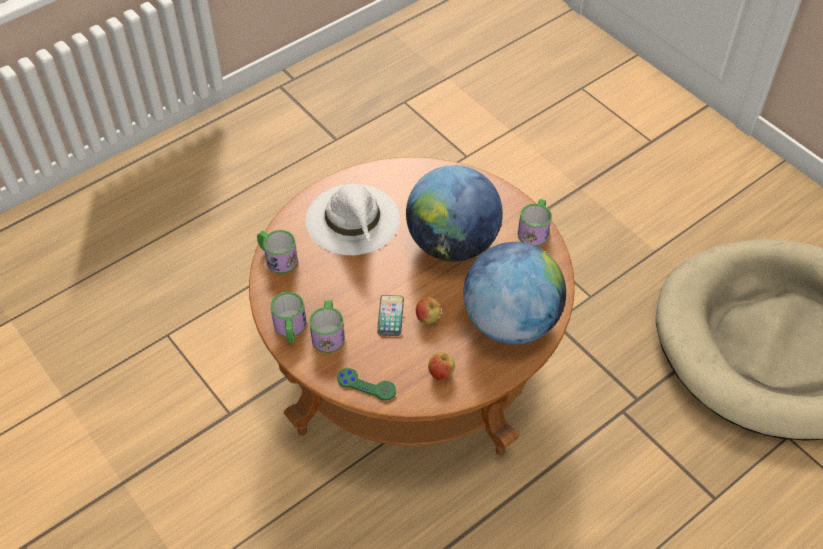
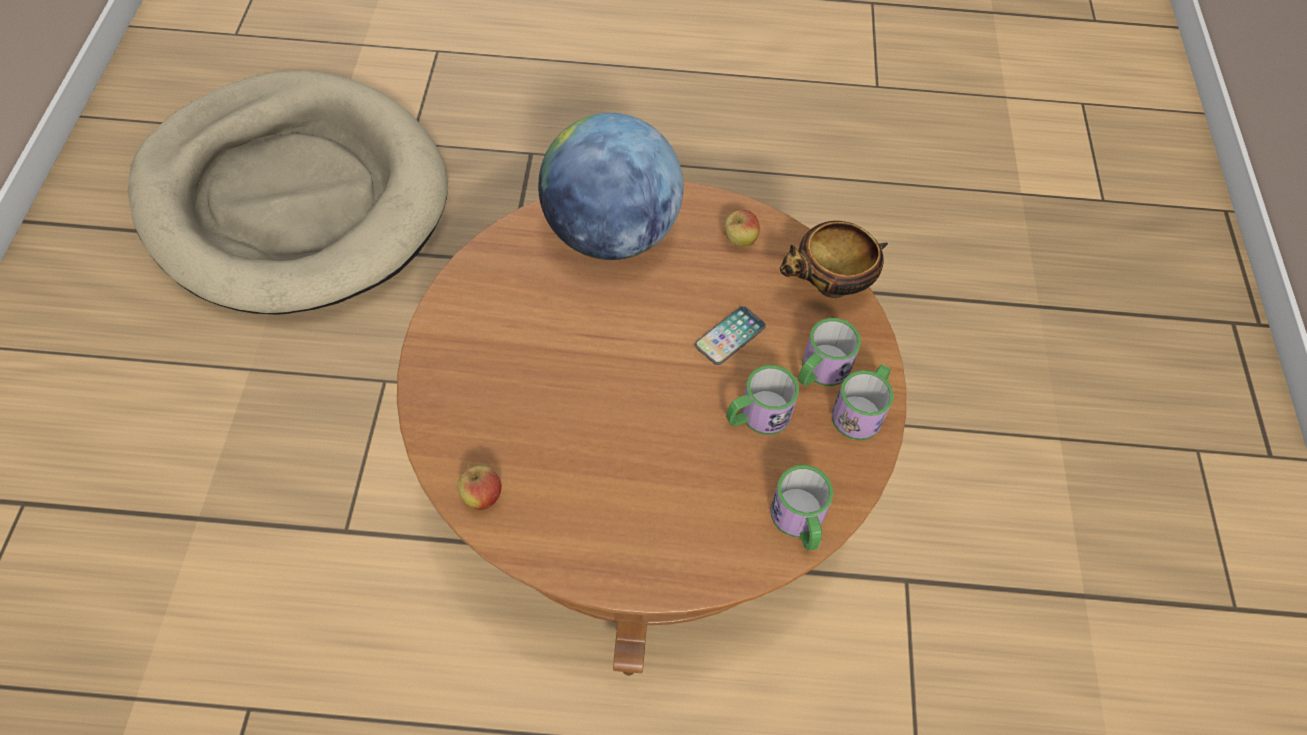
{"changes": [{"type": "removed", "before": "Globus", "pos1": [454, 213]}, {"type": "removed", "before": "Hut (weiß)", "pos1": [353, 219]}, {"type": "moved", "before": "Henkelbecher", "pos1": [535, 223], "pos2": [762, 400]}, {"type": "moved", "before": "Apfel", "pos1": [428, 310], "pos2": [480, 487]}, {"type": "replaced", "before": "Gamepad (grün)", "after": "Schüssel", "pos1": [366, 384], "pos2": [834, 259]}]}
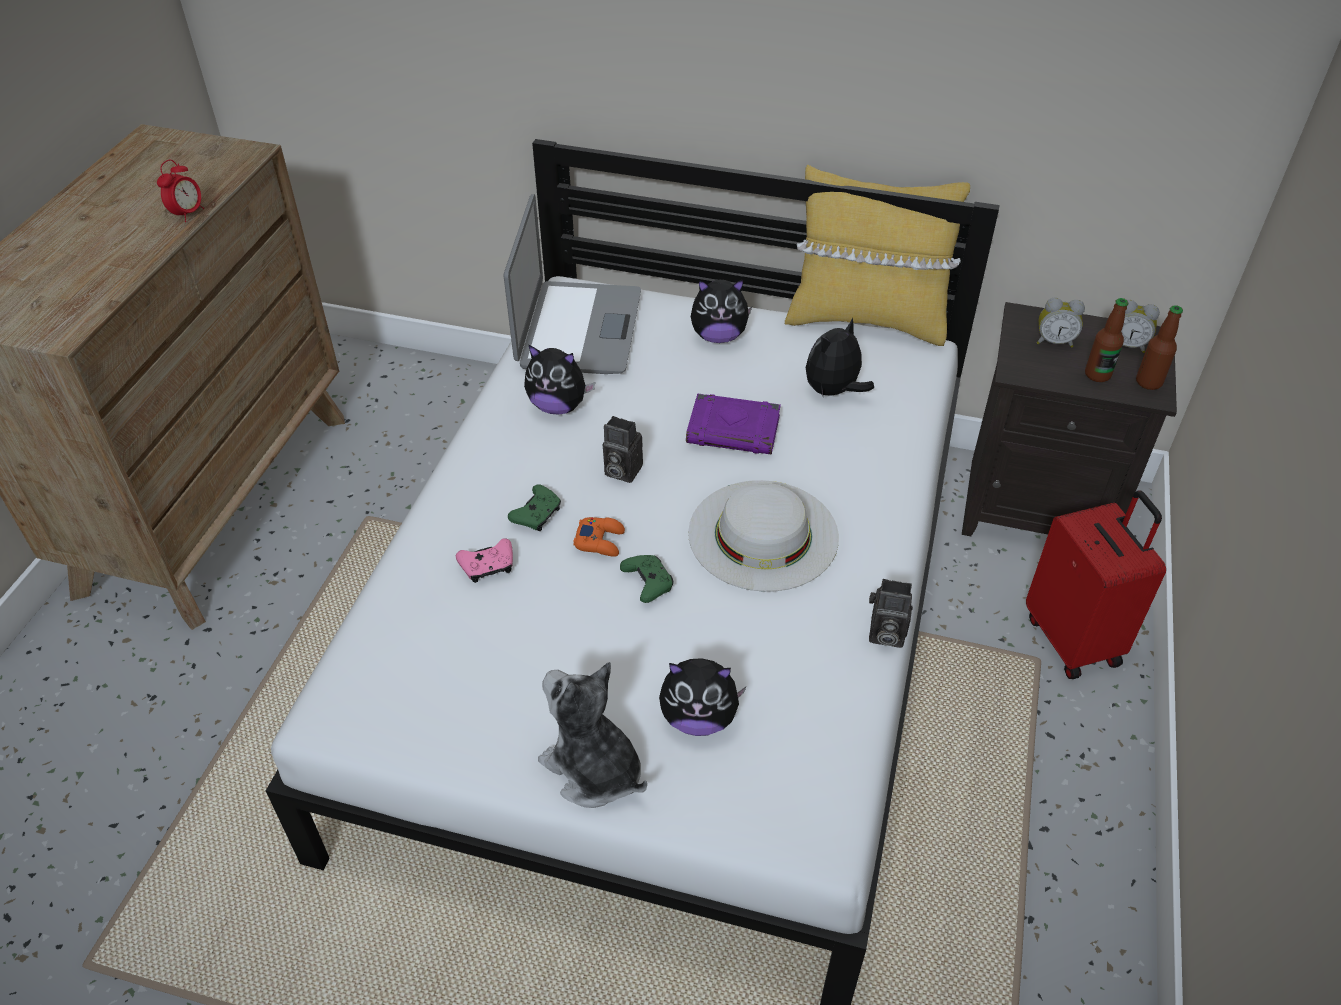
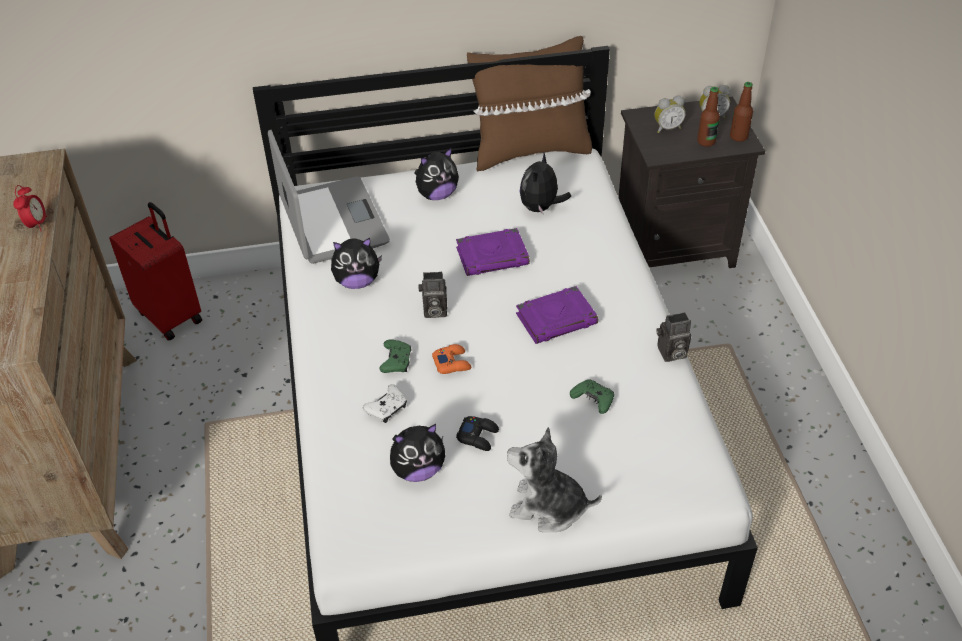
{"changes": [{"type": "recoloured", "before": "Kissen (gelb)", "after": "Kissen (braun)", "pos1": [877, 255], "pos2": [529, 104]}, {"type": "replaced", "before": "Hut (weiß)", "after": "Buch (lila)", "pos1": [763, 536], "pos2": [557, 315]}, {"type": "moved", "before": "Koffer (rot)", "pos1": [1096, 584], "pos2": [155, 271]}, {"type": "recoloured", "before": "Gamepad (rosa)", "after": "Gamepad (weiß)", "pos1": [484, 560], "pos2": [385, 403]}, {"type": "moved", "before": "Gamepad (grün)", "pos1": [646, 579], "pos2": [592, 396]}, {"type": "moved", "before": "Plüschtier", "pos1": [703, 697], "pos2": [417, 453]}, {"type": "added", "after": "Gamepad (schwarz)", "pos2": [477, 433]}]}
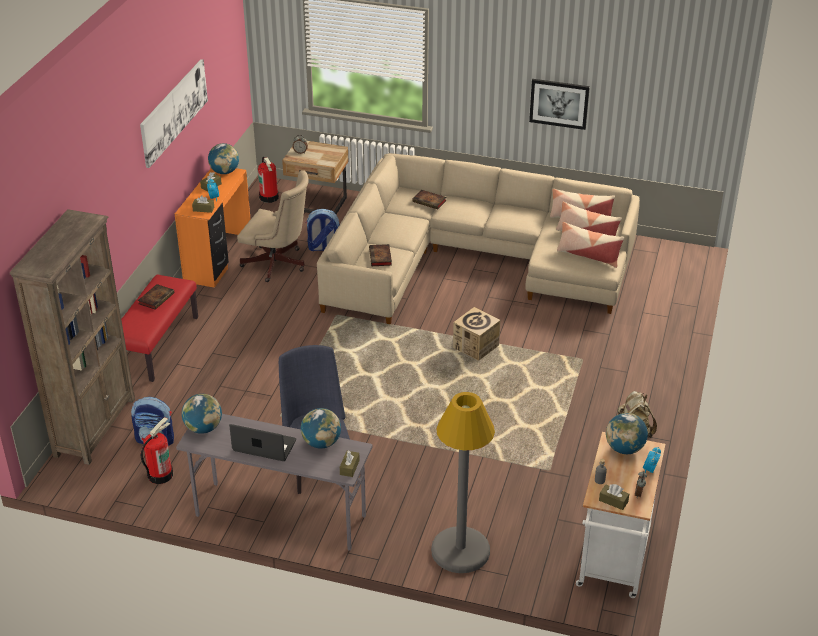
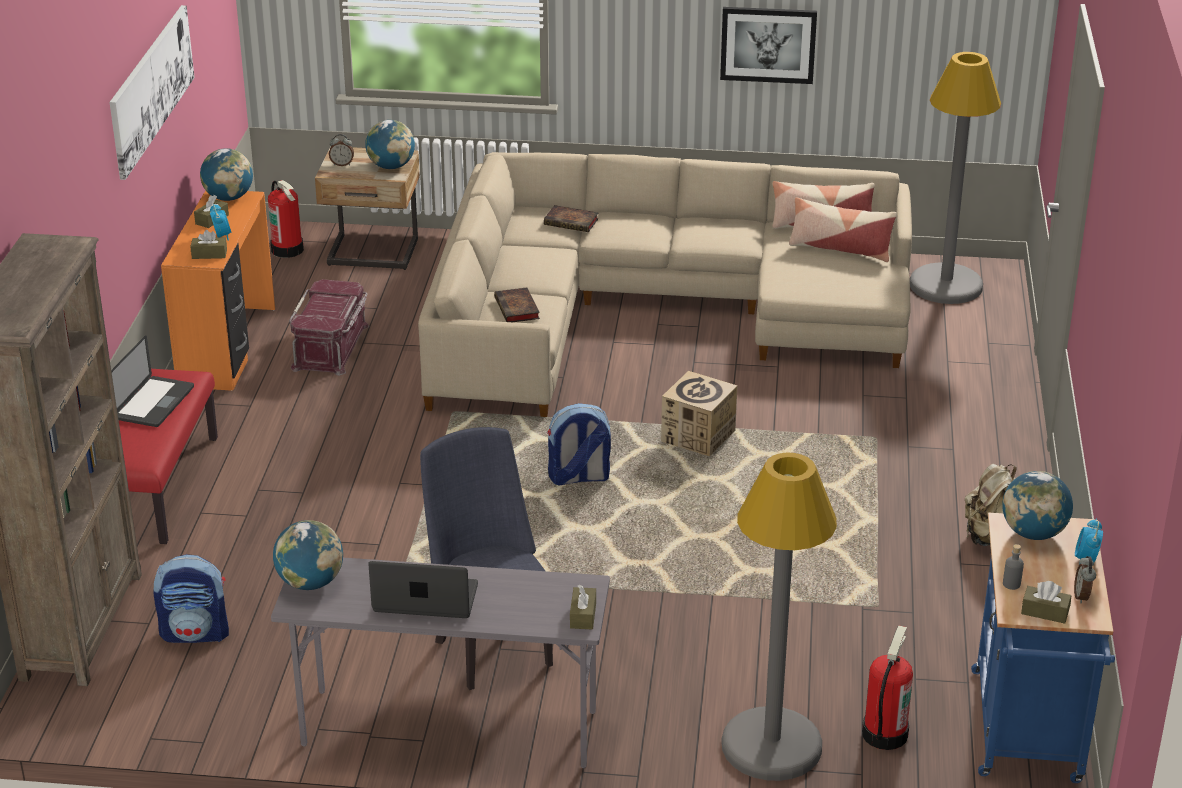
{"changes": [{"type": "replaced", "before": "Bürostuhl (beige)", "after": "Aufbewahrungsbox (rot)", "pos1": [273, 226], "pos2": [329, 327]}, {"type": "moved", "before": "Rucksack", "pos1": [323, 230], "pos2": [579, 444]}, {"type": "removed", "before": "Kissen", "pos1": [590, 245]}, {"type": "replaced", "before": "Buch", "after": "Laptop", "pos1": [156, 297], "pos2": [152, 381]}, {"type": "moved", "before": "Globus", "pos1": [321, 428], "pos2": [390, 144]}, {"type": "moved", "before": "Feuerlöscher", "pos1": [157, 450], "pos2": [887, 687]}, {"type": "recoloured", "before": "Rollwagen (weiß)", "after": "Rollwagen (blau)", "pos1": [620, 515], "pos2": [1043, 647]}, {"type": "added", "after": "Stehlampe (grau)", "pos2": [955, 178]}]}
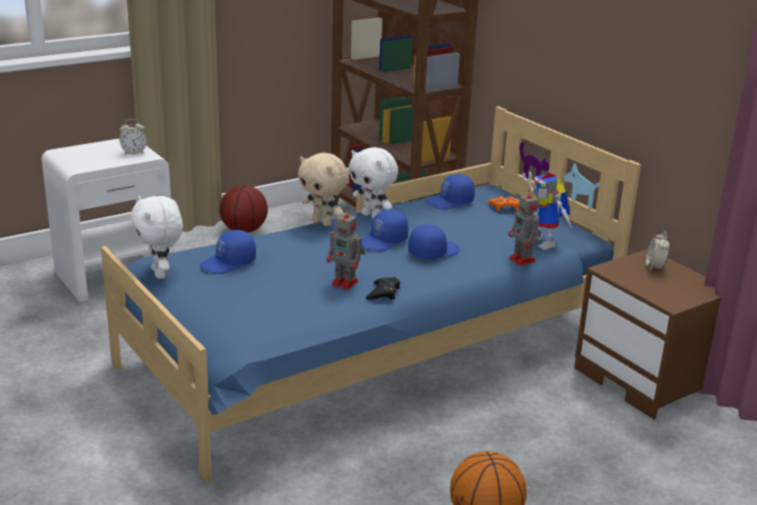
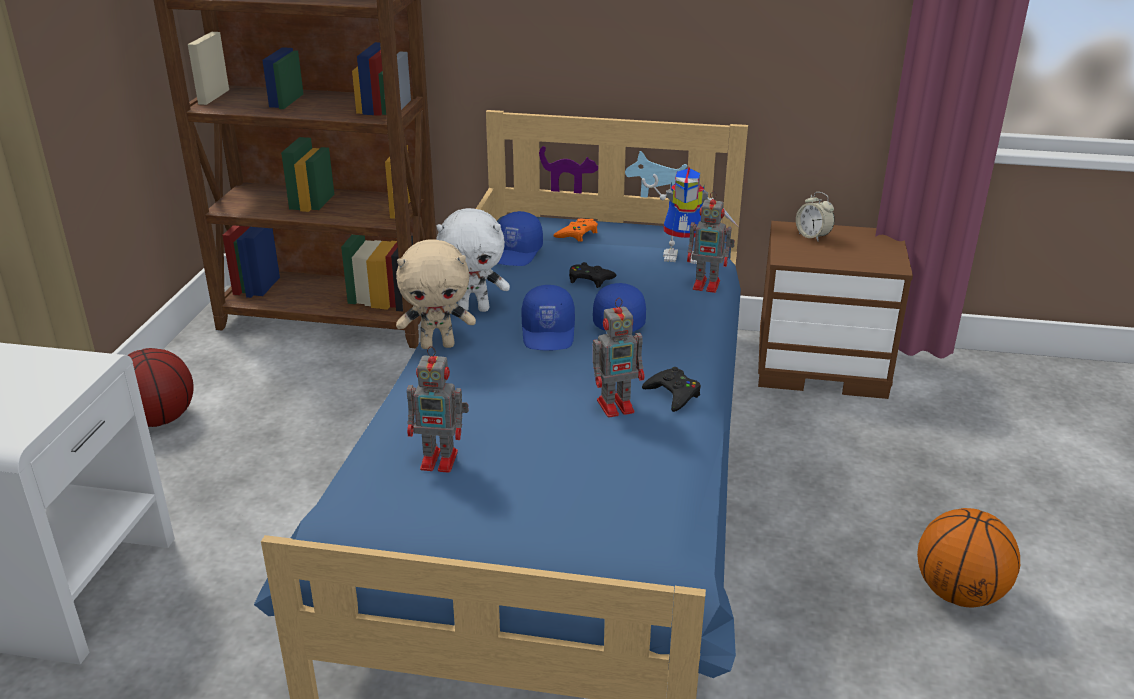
{"changes": [{"type": "removed", "before": "Wecker", "pos1": [133, 137]}, {"type": "removed", "before": "Plüschtier (weiß)", "pos1": [157, 237]}, {"type": "replaced", "before": "Kappe (blau)", "after": "Spielzeugroboter", "pos1": [228, 252], "pos2": [438, 409]}, {"type": "added", "after": "Gamepad (schwarz)", "pos2": [593, 275]}]}
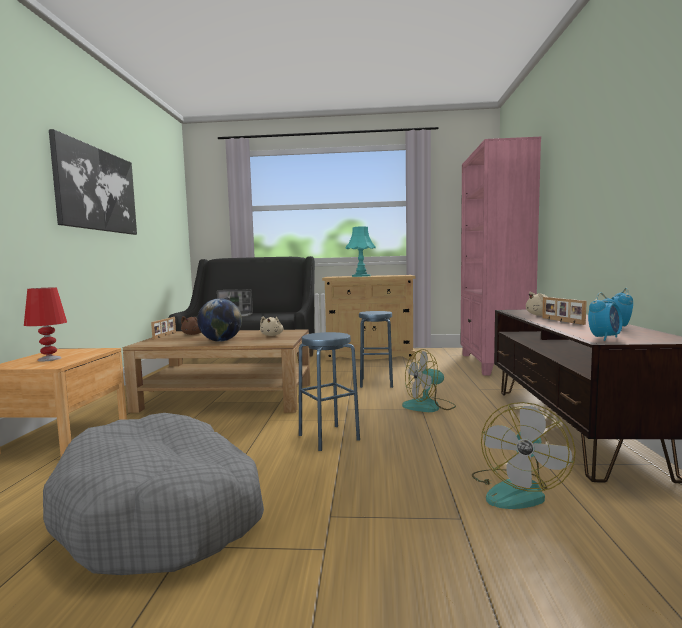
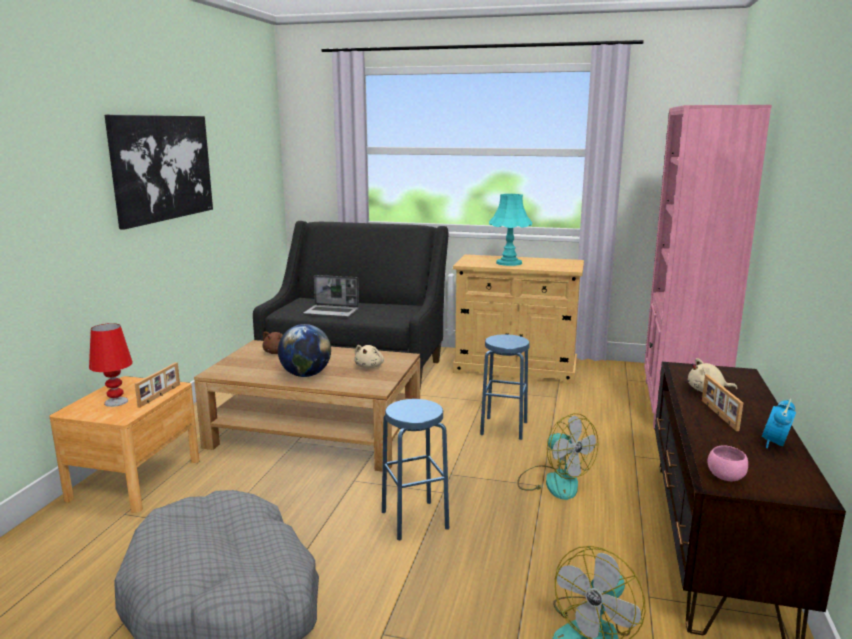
{"changes": [{"type": "replaced", "before": "Wecker", "after": "Schüssel (rosa)", "pos1": [605, 317], "pos2": [728, 463]}, {"type": "moved", "before": "Bilderrahmen", "pos1": [163, 328], "pos2": [157, 385]}, {"type": "turned", "before": "Ventilator", "pos1": [429, 380], "pos2": [557, 456], "turn": -120}]}
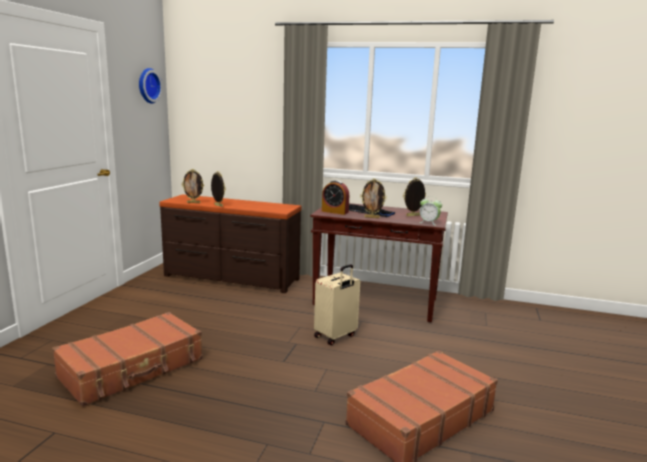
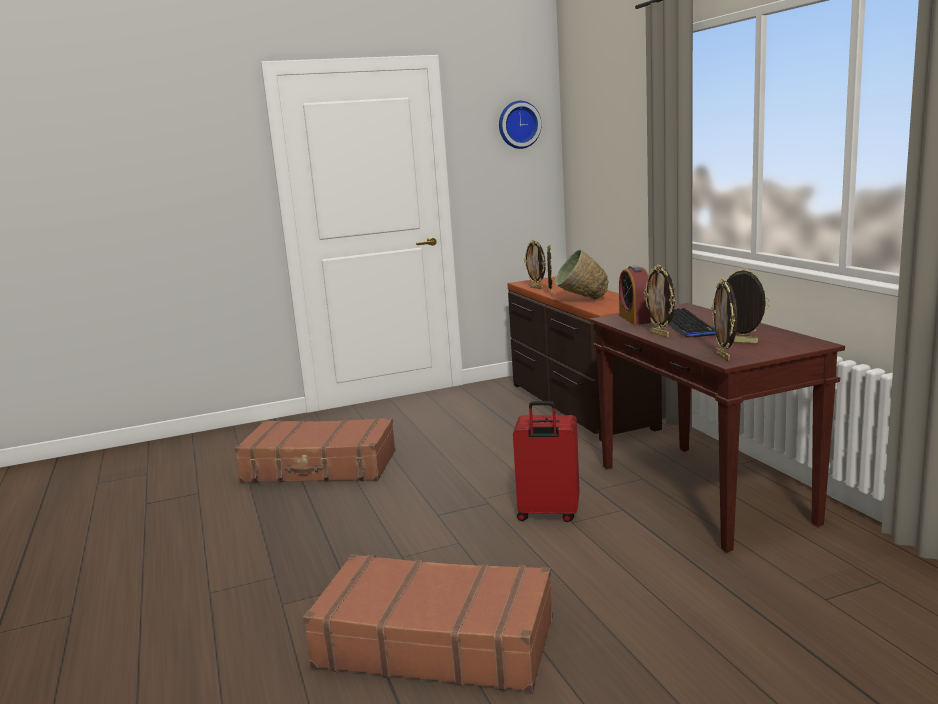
{"changes": [{"type": "replaced", "before": "Wecker", "after": "Bilderrahmen", "pos1": [430, 211], "pos2": [724, 320]}, {"type": "recoloured", "before": "Koffer (beige)", "after": "Koffer (rot)", "pos1": [337, 304], "pos2": [546, 461]}, {"type": "added", "after": "Schüssel (grün)", "pos2": [581, 275]}]}
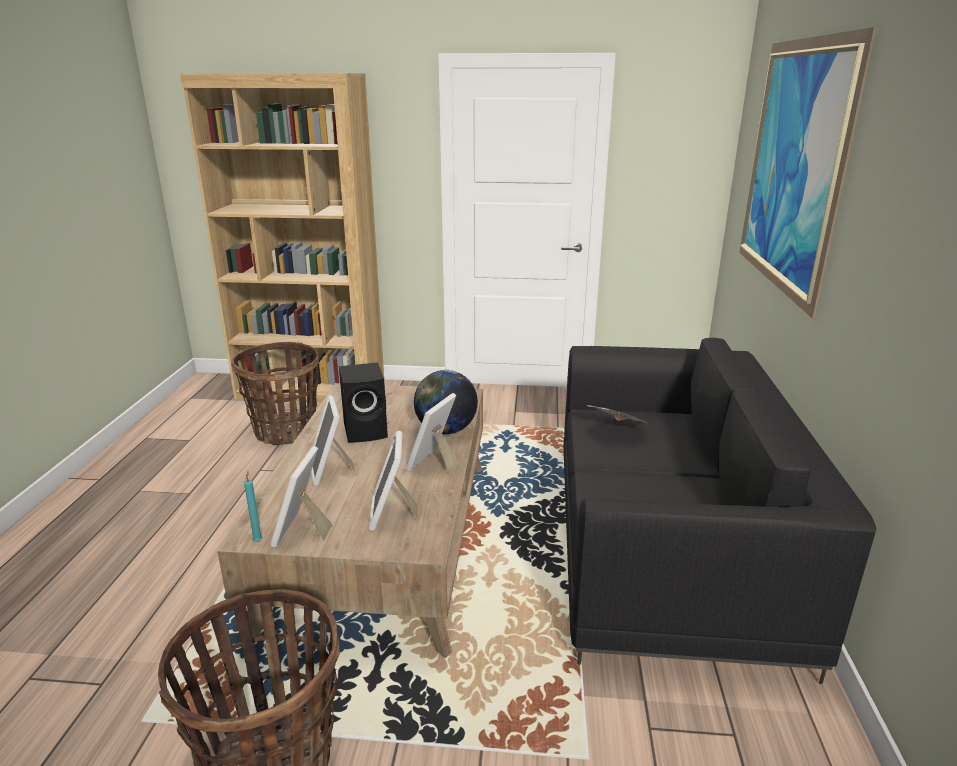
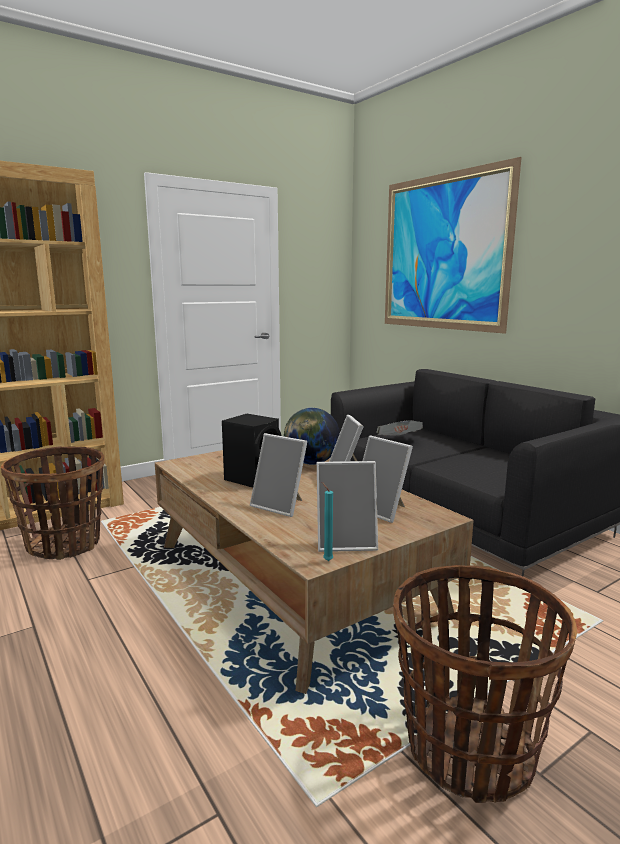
{"changes": [{"type": "turned", "before": "Bilderrahmen", "pos1": [301, 496], "pos2": [347, 506], "turn": -60}]}
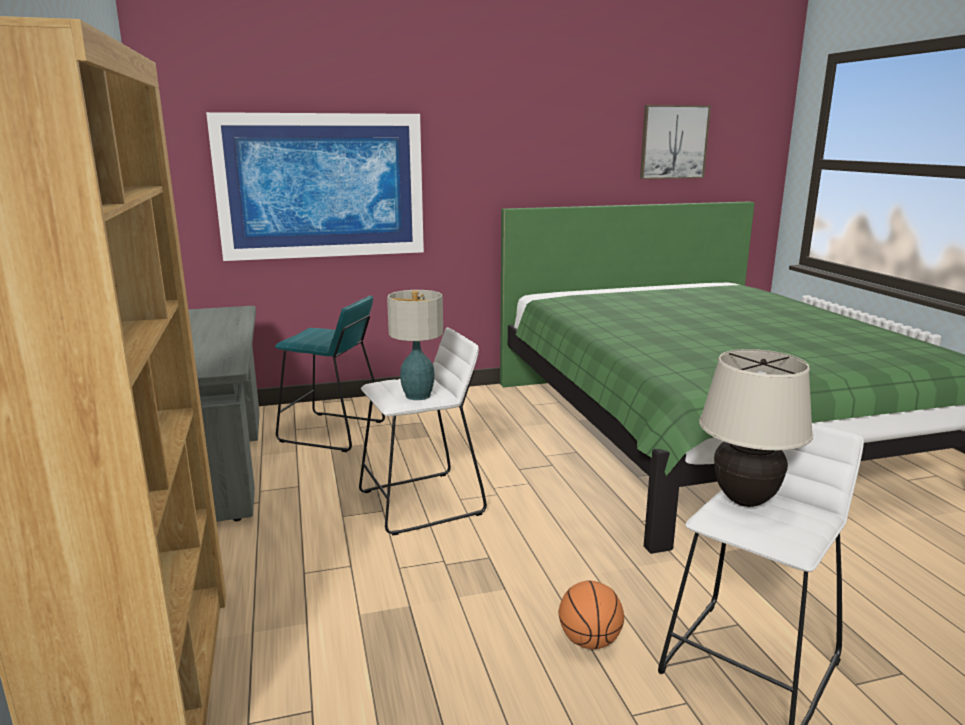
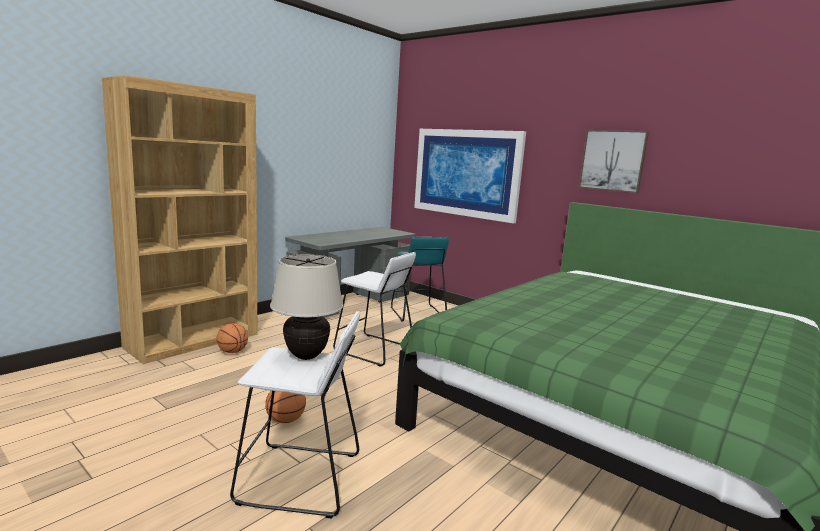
{"changes": [{"type": "moved", "before": "Bild", "pos1": [675, 142], "pos2": [614, 161]}, {"type": "removed", "before": "Tischlampe", "pos1": [415, 345]}, {"type": "added", "after": "Basketball", "pos2": [232, 338]}]}
